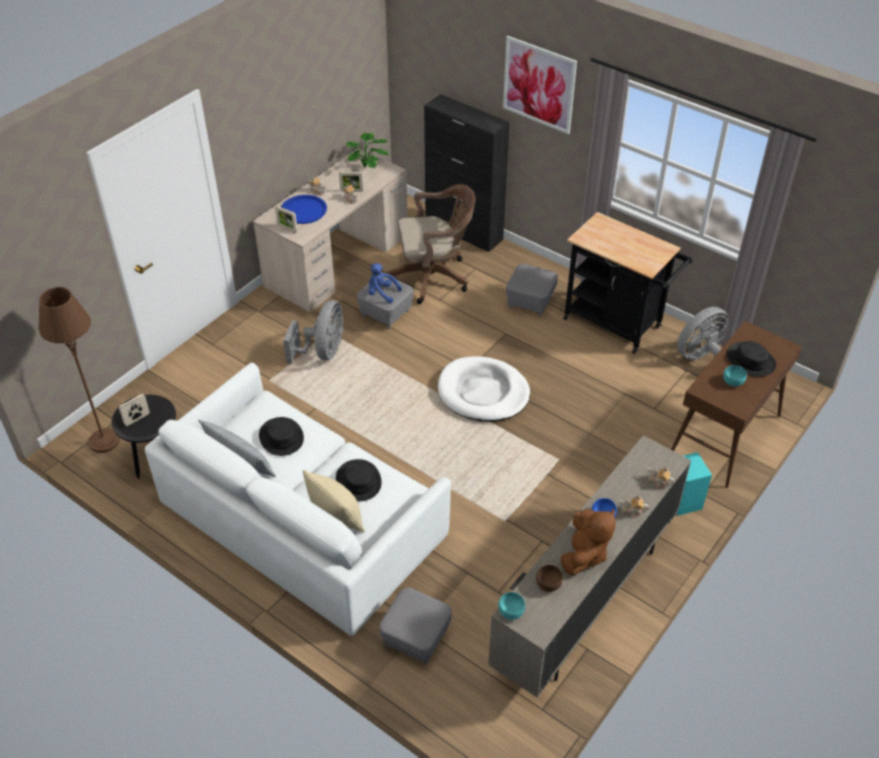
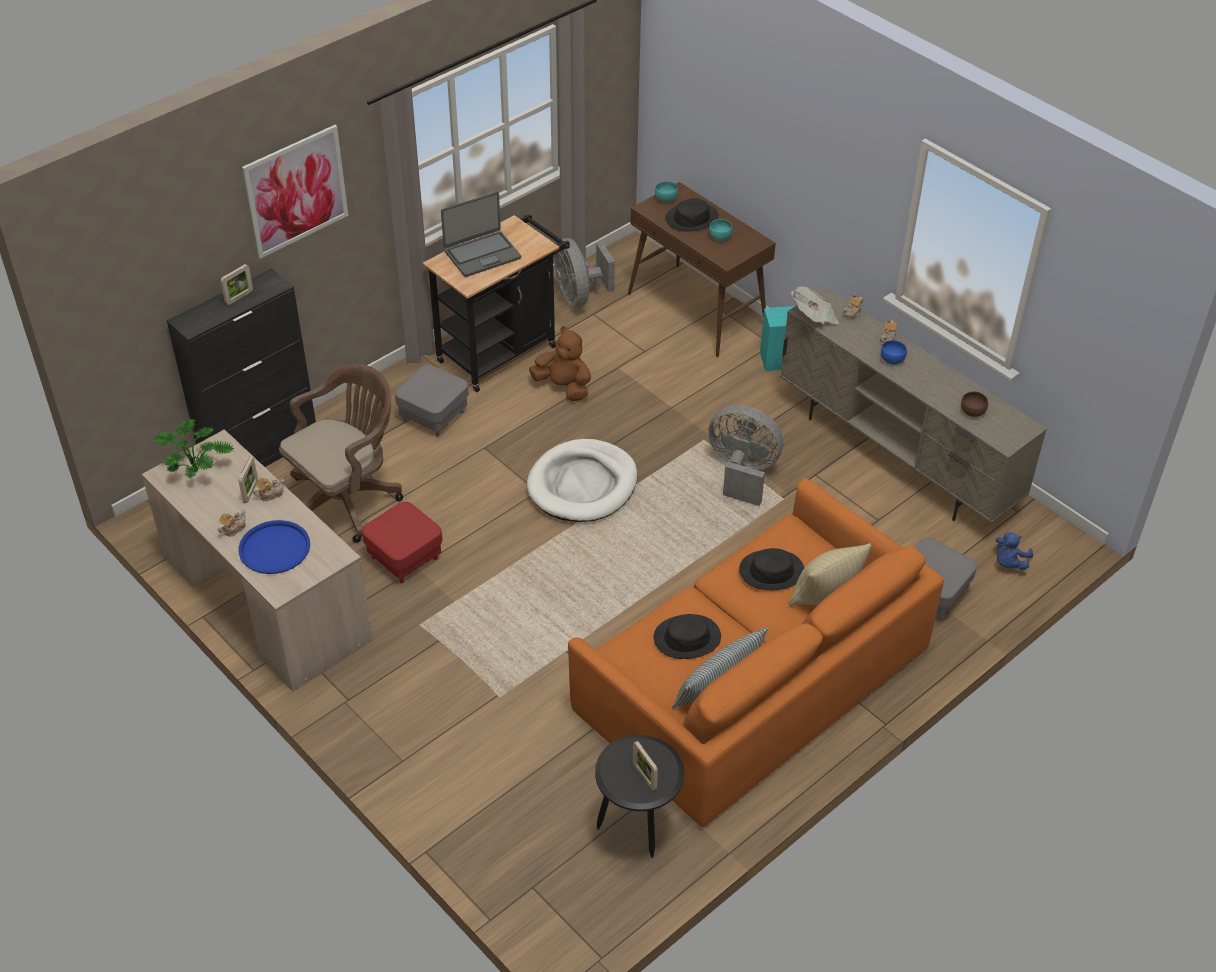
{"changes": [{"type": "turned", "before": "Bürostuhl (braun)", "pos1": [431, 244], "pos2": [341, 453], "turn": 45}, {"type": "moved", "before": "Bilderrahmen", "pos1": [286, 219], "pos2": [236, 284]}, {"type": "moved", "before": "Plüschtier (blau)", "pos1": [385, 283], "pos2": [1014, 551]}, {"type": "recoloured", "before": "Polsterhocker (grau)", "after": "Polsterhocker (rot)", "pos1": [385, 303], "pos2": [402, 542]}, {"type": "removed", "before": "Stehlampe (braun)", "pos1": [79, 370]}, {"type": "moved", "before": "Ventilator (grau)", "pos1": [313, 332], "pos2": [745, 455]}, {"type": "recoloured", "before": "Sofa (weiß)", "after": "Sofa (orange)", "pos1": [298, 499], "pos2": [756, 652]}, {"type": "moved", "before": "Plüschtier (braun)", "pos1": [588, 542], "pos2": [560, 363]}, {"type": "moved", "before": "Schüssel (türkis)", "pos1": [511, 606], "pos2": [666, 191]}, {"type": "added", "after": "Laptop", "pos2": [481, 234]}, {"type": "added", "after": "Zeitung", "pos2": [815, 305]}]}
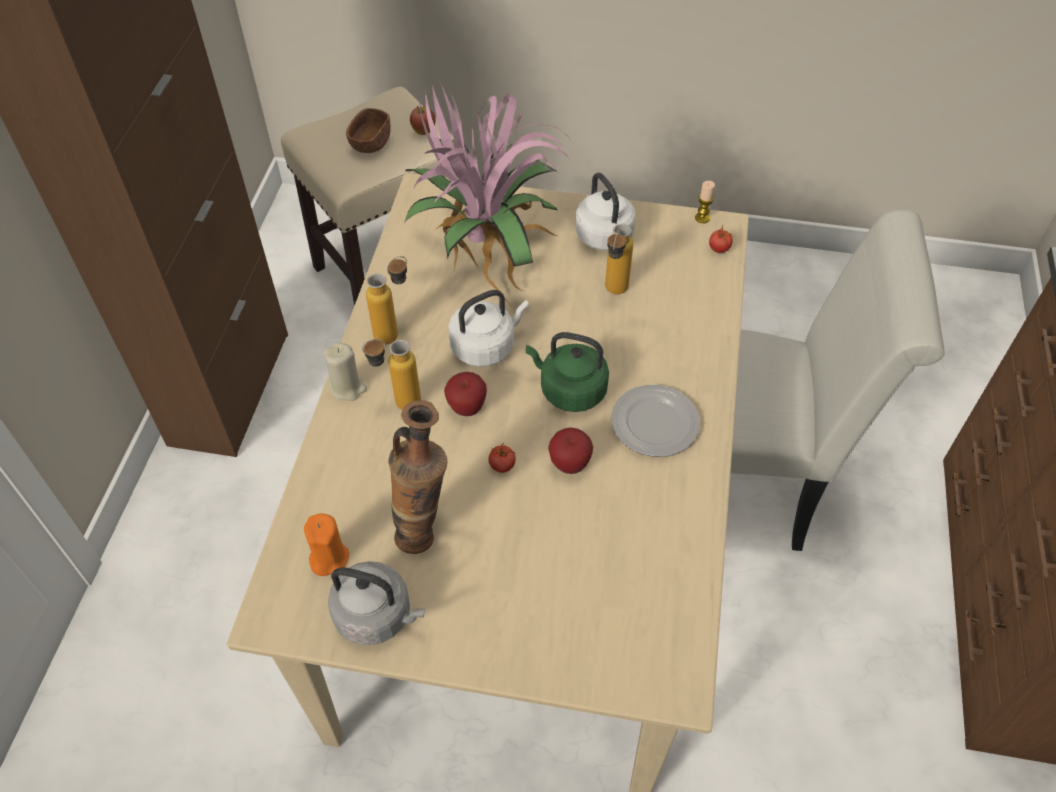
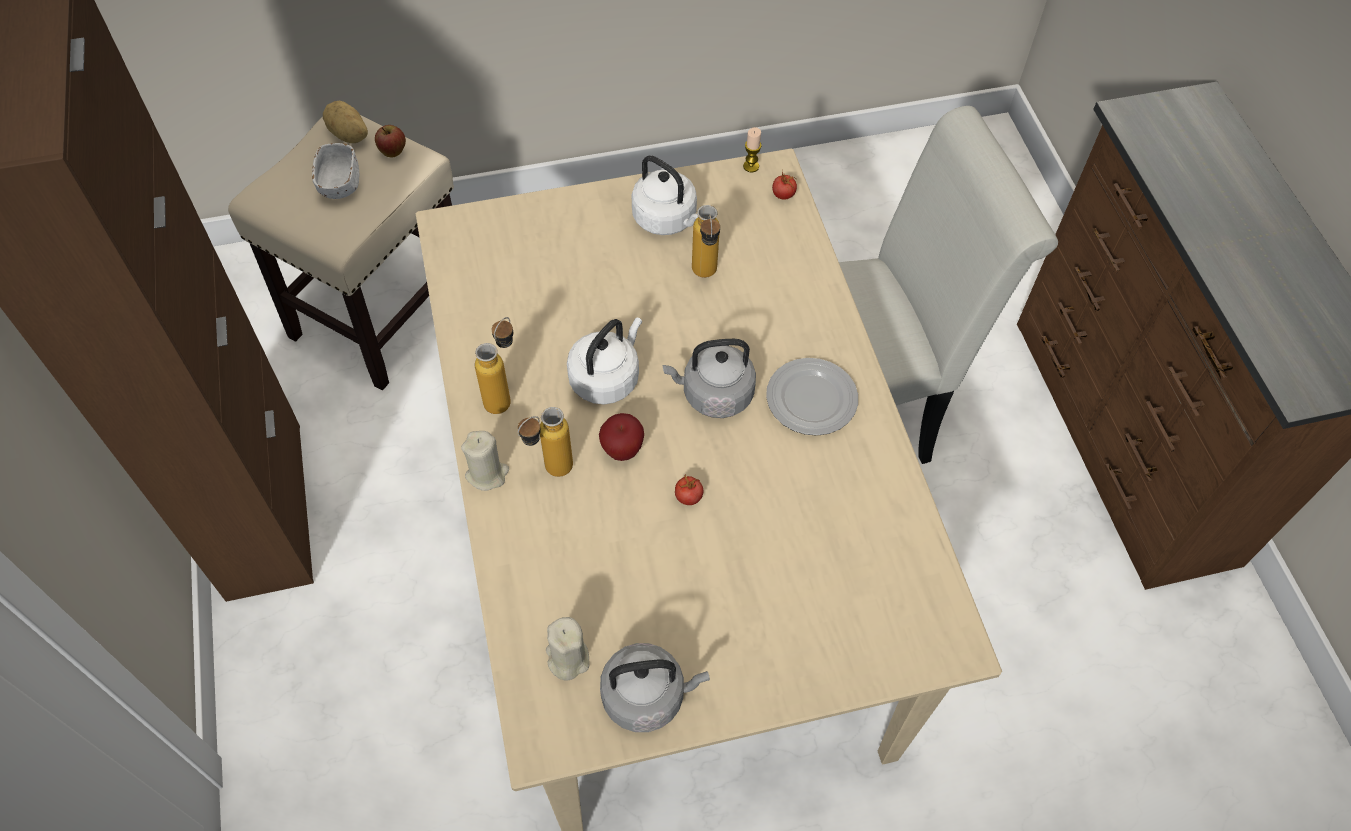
{"changes": [{"type": "removed", "before": "Topfpflanze", "pos1": [488, 192]}, {"type": "recoloured", "before": "Schüssel (braun)", "after": "Schüssel (weiß)", "pos1": [368, 130], "pos2": [335, 171]}, {"type": "recoloured", "before": "Wasserkessel (grün)", "after": "Wasserkessel (grau)", "pos1": [567, 372], "pos2": [709, 378]}, {"type": "removed", "before": "Vase", "pos1": [417, 477]}, {"type": "removed", "before": "Apfel", "pos1": [570, 450]}, {"type": "recoloured", "before": "Kerze (orange)", "after": "Kerze (beige)", "pos1": [326, 544], "pos2": [567, 648]}, {"type": "added", "after": "Kartoffel", "pos2": [345, 122]}]}
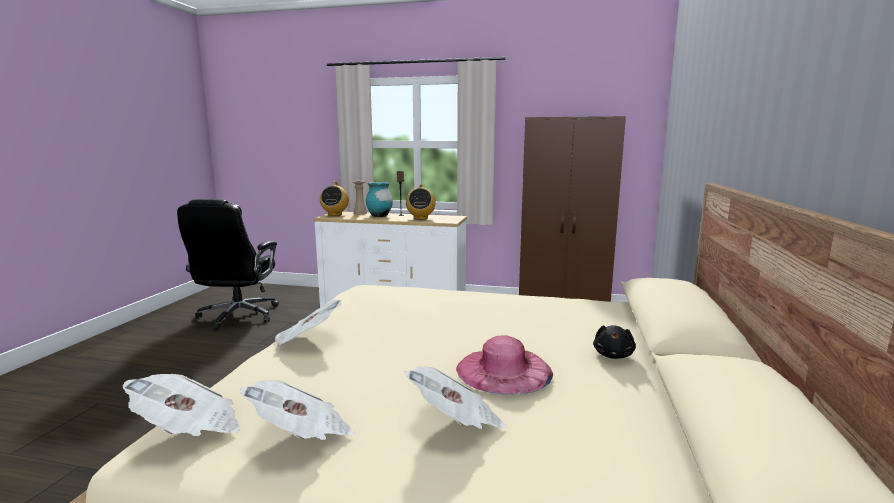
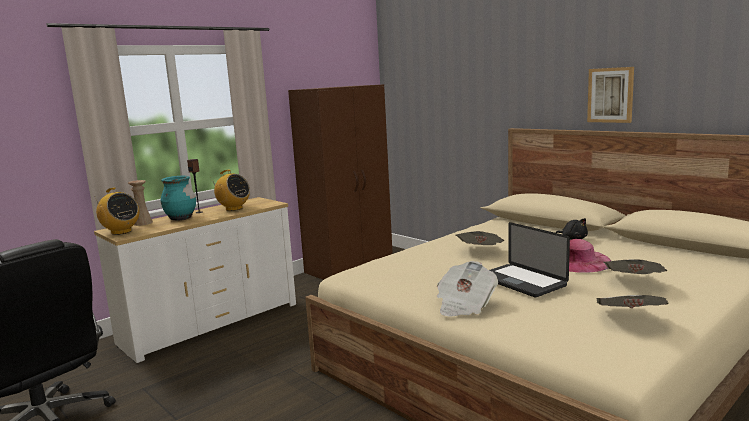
{"changes": [{"type": "moved", "before": "Zeitung", "pos1": [181, 405], "pos2": [479, 238]}, {"type": "added", "after": "Bild", "pos2": [610, 95]}, {"type": "added", "after": "Laptop", "pos2": [530, 260]}]}
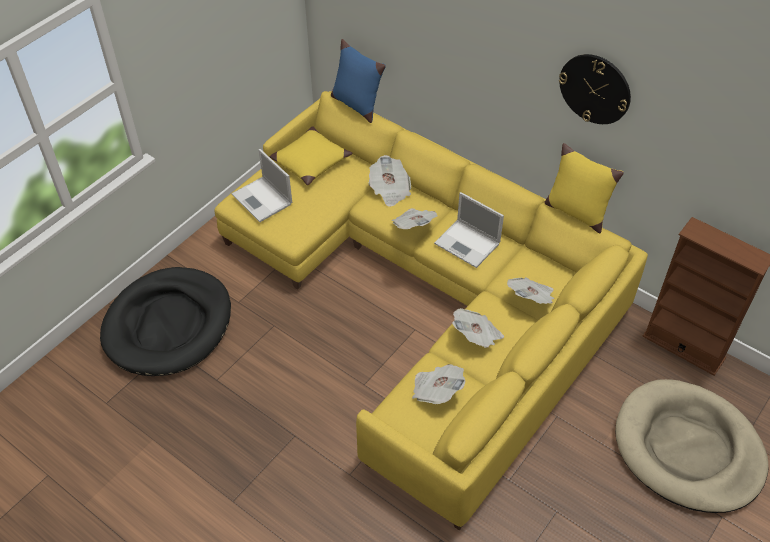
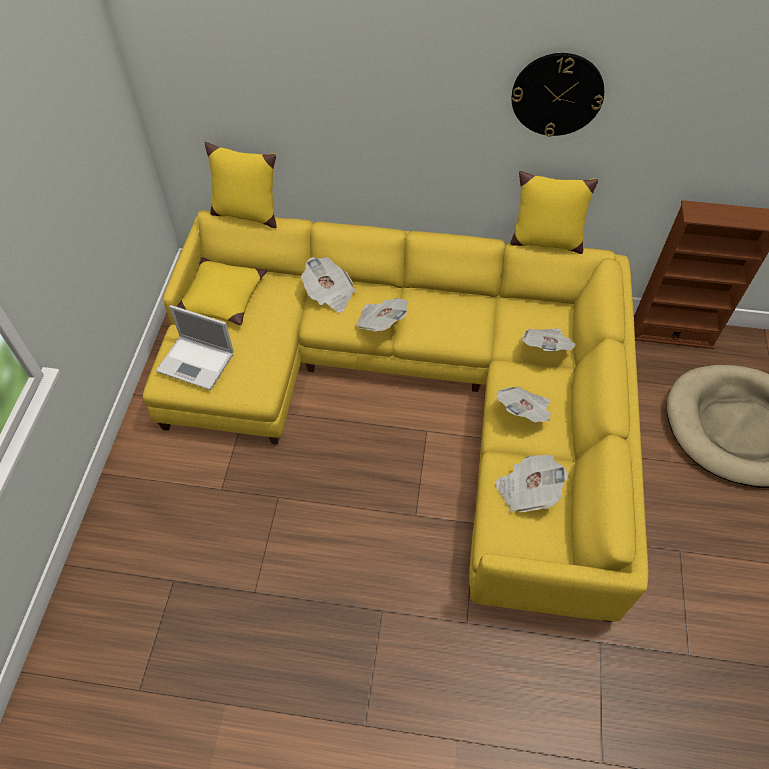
{"changes": [{"type": "recoloured", "before": "Kissen (blau)", "after": "Kissen (gelb)", "pos1": [358, 81], "pos2": [241, 185]}, {"type": "removed", "before": "Laptop", "pos1": [469, 230]}, {"type": "removed", "before": "Hundebett (schwarz)", "pos1": [165, 321]}]}
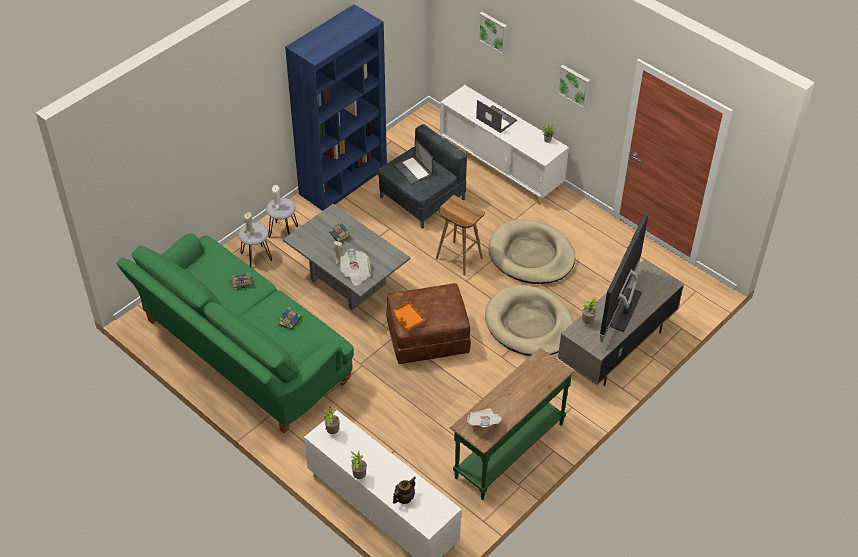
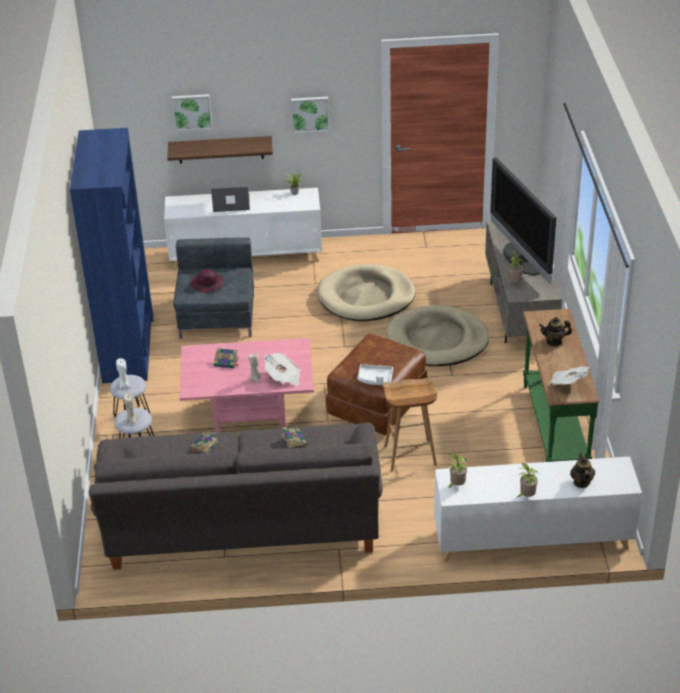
{"changes": [{"type": "replaced", "before": "Laptop", "after": "Hut (lila)", "pos1": [413, 162], "pos2": [207, 281]}, {"type": "moved", "before": "Hocker (braun)", "pos1": [460, 235], "pos2": [410, 424]}, {"type": "recoloured", "before": "Couchtisch (grau)", "after": "Couchtisch (rosa)", "pos1": [346, 257], "pos2": [247, 385]}, {"type": "recoloured", "before": "Sofa (grün)", "after": "Sofa (grau)", "pos1": [235, 333], "pos2": [236, 496]}, {"type": "recoloured", "before": "Tablett (orange)", "after": "Tablett (weiß)", "pos1": [409, 316], "pos2": [375, 374]}, {"type": "added", "after": "Wandregal", "pos2": [220, 149]}, {"type": "added", "after": "Teekanne", "pos2": [555, 331]}]}
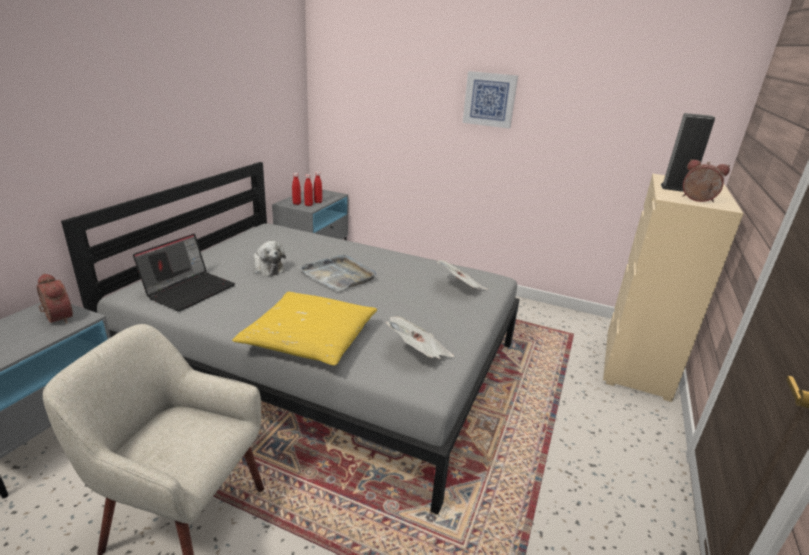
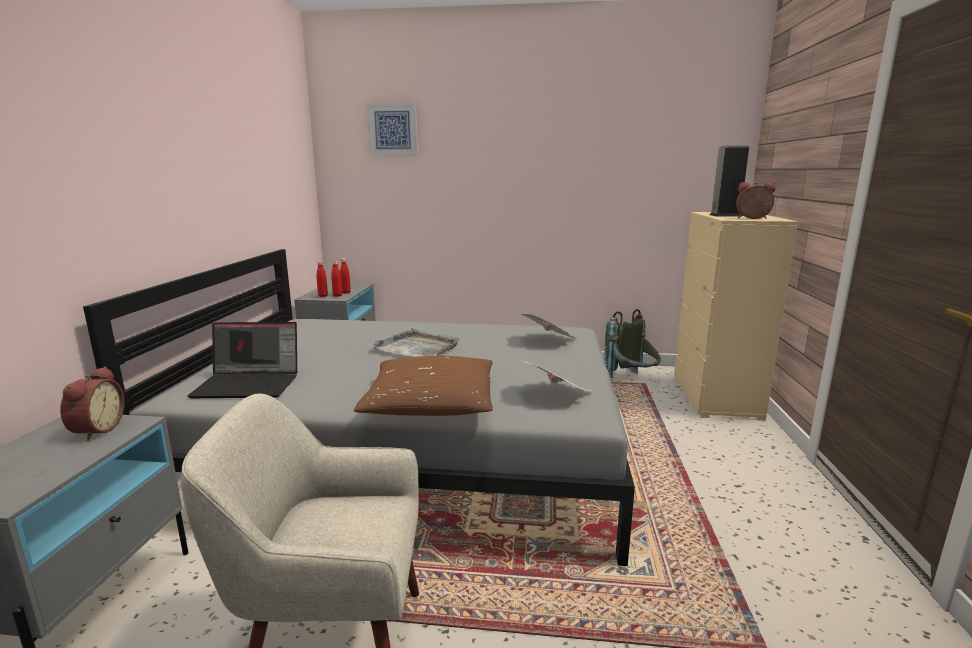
{"changes": [{"type": "moved", "before": "Bild", "pos1": [490, 100], "pos2": [392, 129]}, {"type": "turned", "before": "Laptop", "pos1": [184, 273], "pos2": [242, 360], "turn": 75}, {"type": "removed", "before": "Plüschtier", "pos1": [269, 258]}, {"type": "turned", "before": "Wecker", "pos1": [55, 298], "pos2": [92, 404], "turn": 60}, {"type": "recoloured", "before": "Kissen (gelb)", "after": "Kissen (braun)", "pos1": [304, 328], "pos2": [423, 386]}, {"type": "added", "after": "Rucksack (grau)", "pos2": [632, 343]}]}
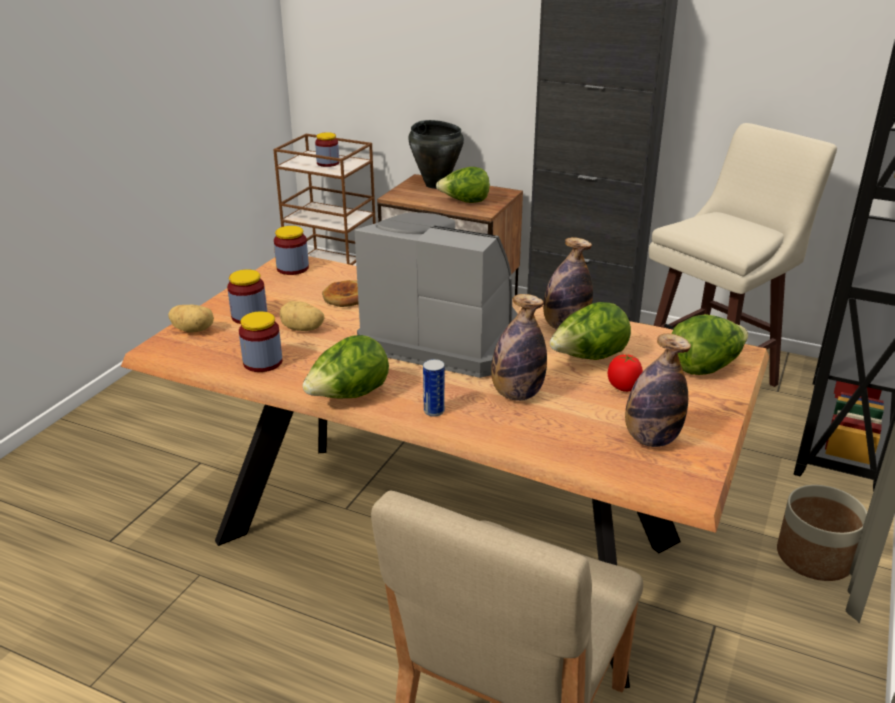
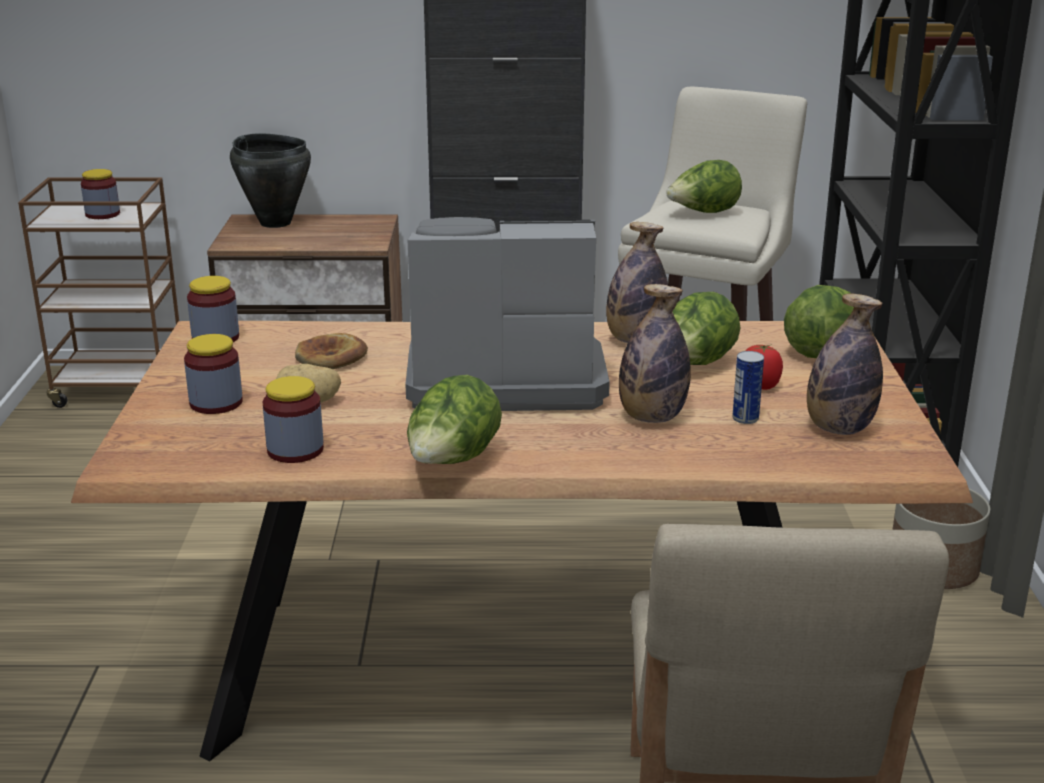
{"changes": [{"type": "moved", "before": "Salatkopf", "pos1": [463, 185], "pos2": [704, 186]}, {"type": "removed", "before": "Kartoffel", "pos1": [191, 319]}, {"type": "moved", "before": "Dose", "pos1": [434, 388], "pos2": [748, 387]}]}
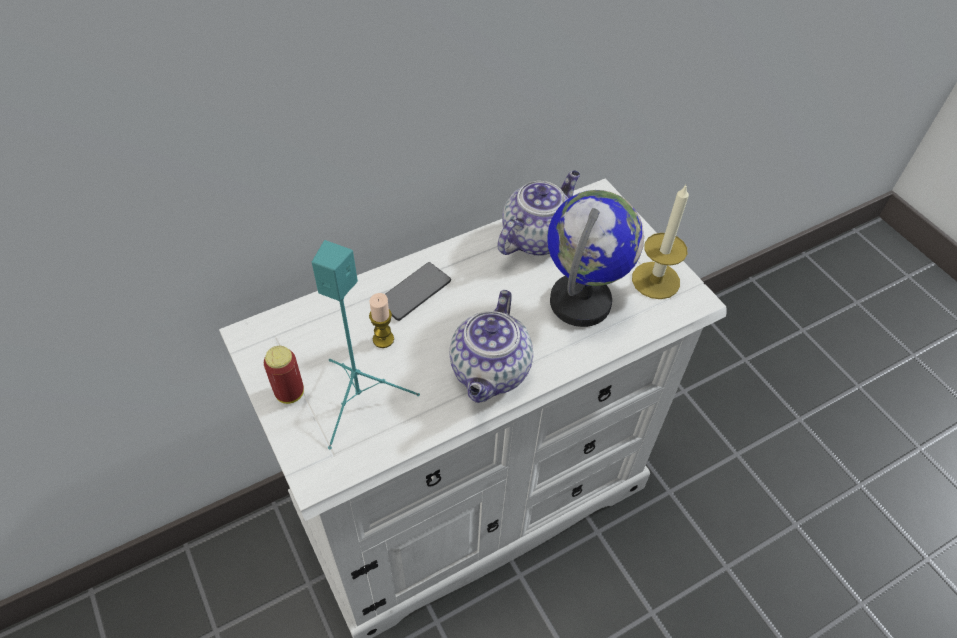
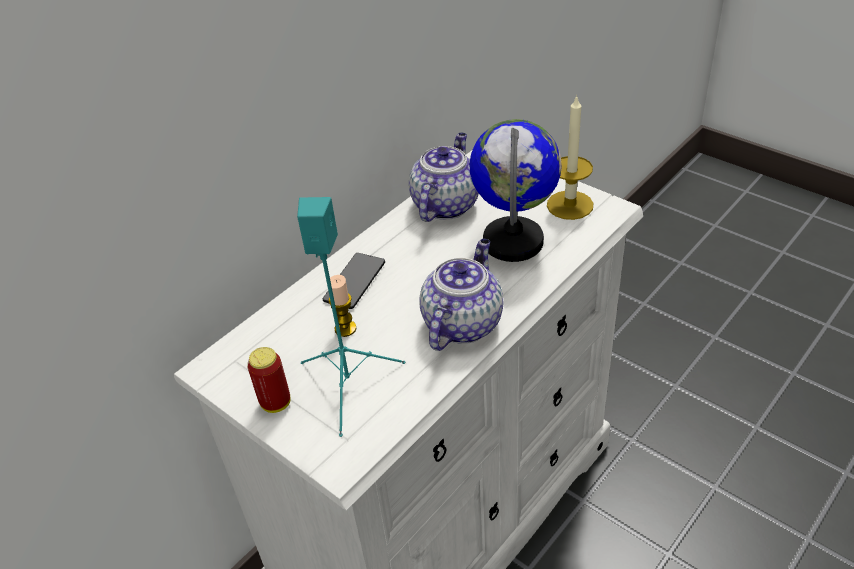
{"changes": [{"type": "turned", "before": "Teekanne", "pos1": [491, 346], "pos2": [461, 295], "turn": -150}]}
